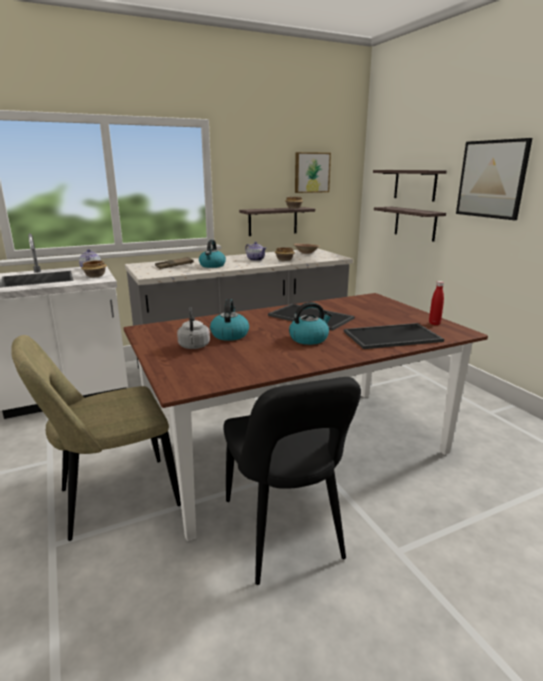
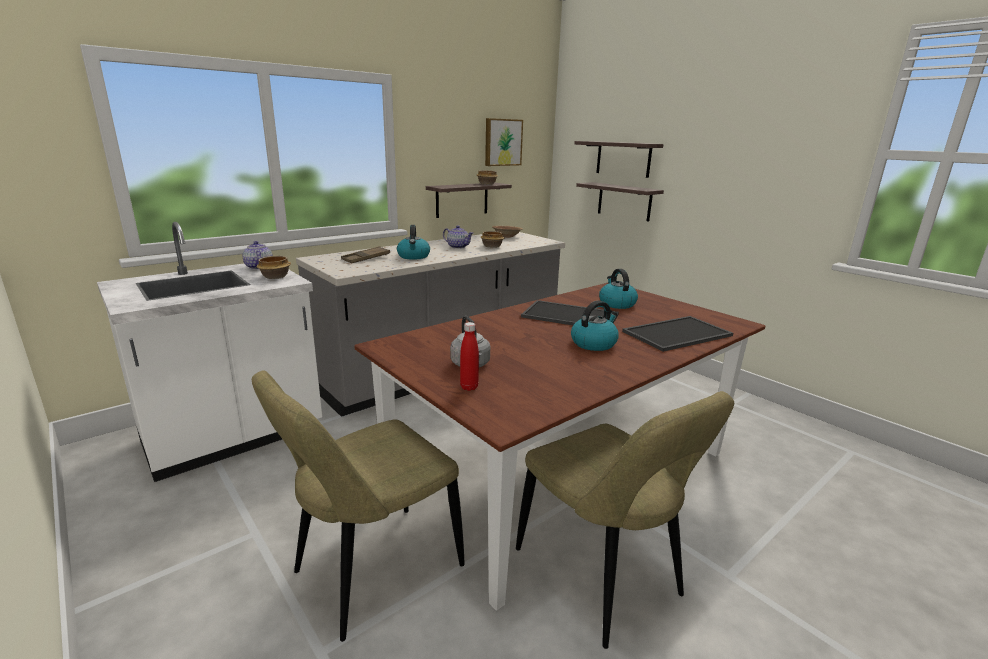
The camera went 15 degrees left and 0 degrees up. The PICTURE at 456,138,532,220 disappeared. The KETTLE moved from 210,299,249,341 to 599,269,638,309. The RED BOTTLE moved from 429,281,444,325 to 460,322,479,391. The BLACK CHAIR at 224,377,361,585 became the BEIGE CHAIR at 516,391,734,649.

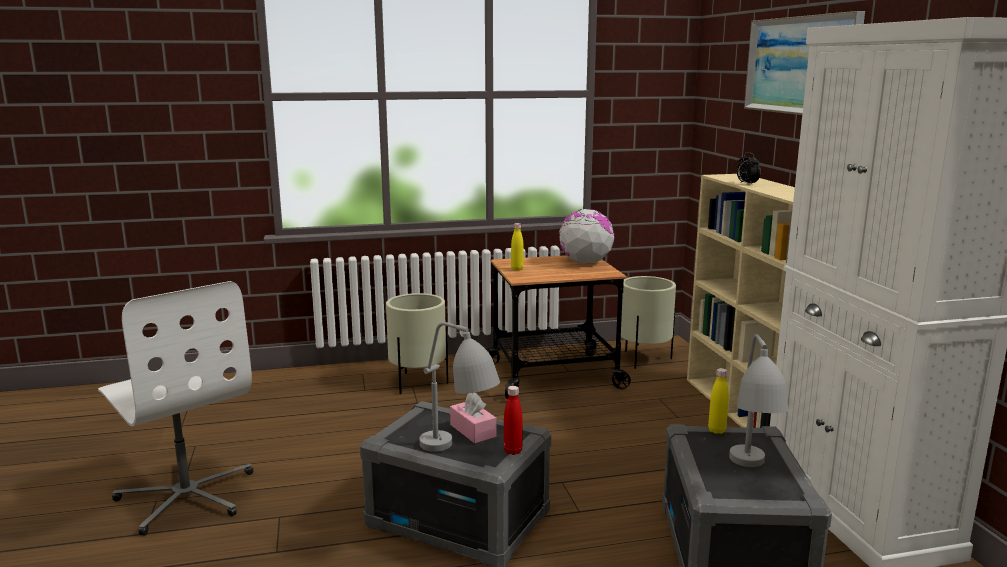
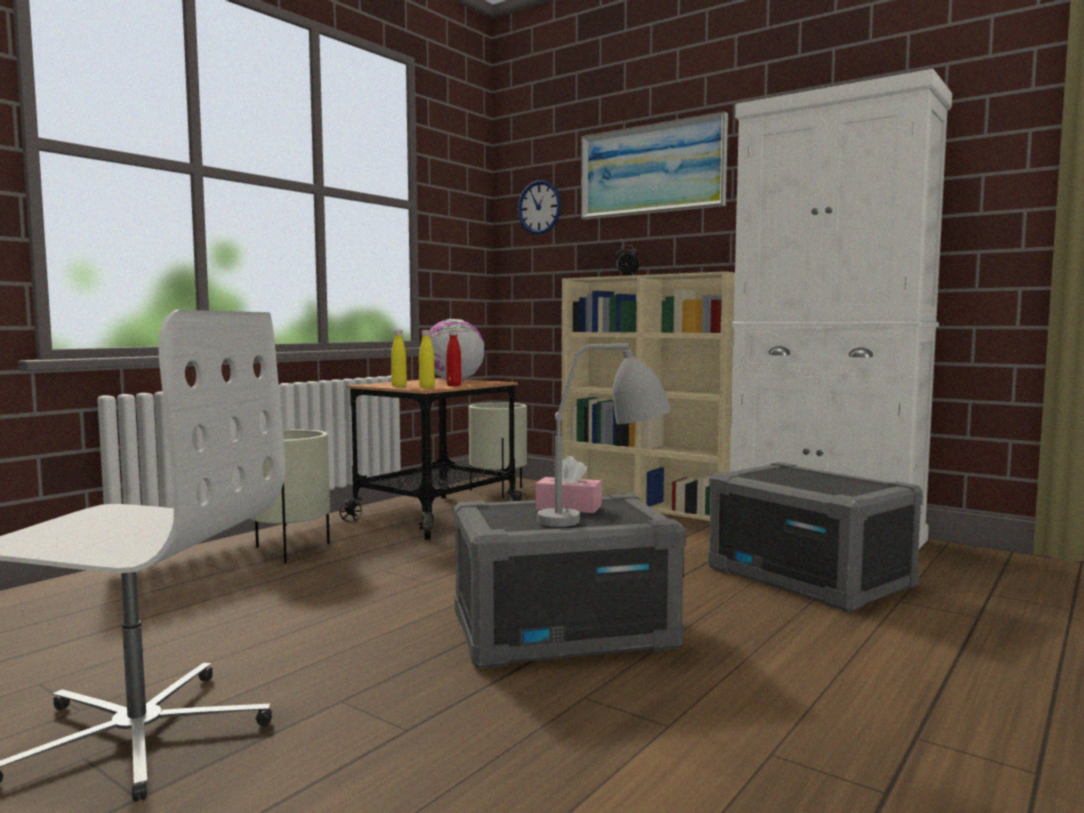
The camera went 40 degrees left and 10 degrees down. The GREY TABLE LAMP at 729,334,788,467 disappeared. The WALL CLOCK at 518,180,561,235 appeared. The RED BOTTLE moved from 504,386,522,455 to 446,330,462,386. The YELLOW BOTTLE moved from 708,368,729,434 to 419,330,435,388.

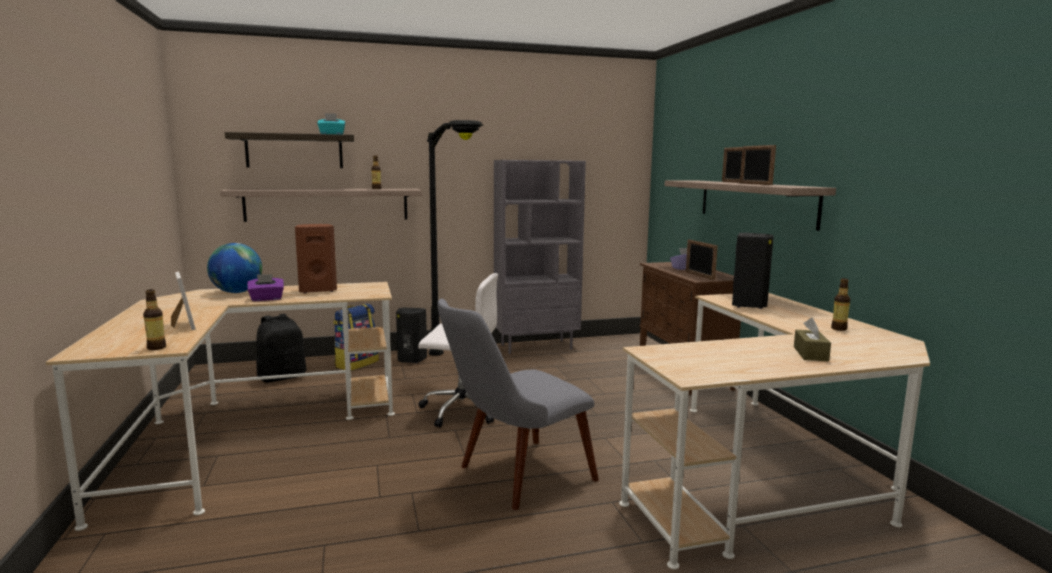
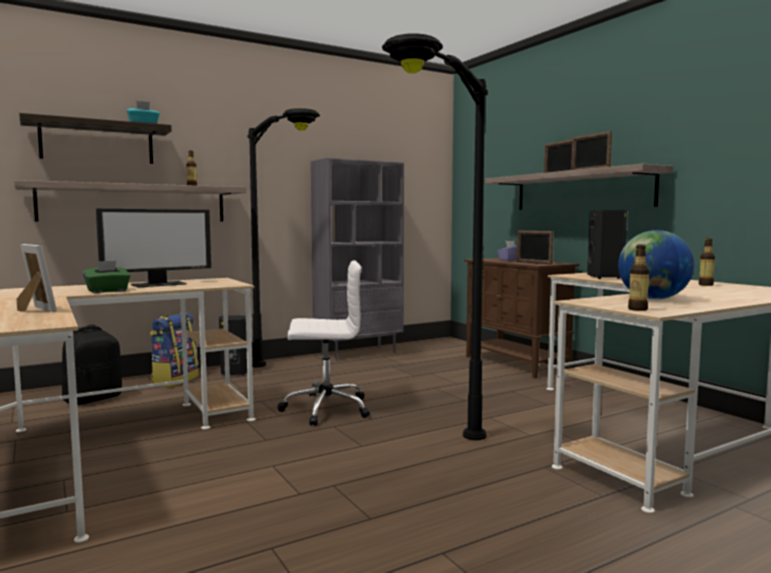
The camera went 15 degrees left and 5 degrees down. The BROWN TISSUE BOX at 794,318,831,362 disappeared. The BOTTLE moved from 143,289,166,350 to 628,244,650,311. The GLOBE moved from 207,243,262,293 to 618,230,694,300. The BROWN SPEAKER at 295,224,337,293 was replaced by the MONITOR at 96,209,211,288. The GREY CHAIR at 437,298,599,510 was replaced by the BLACK FLOOR LAMP at 382,33,488,440. The PURPLE TISSUE BOX at 247,274,284,301 became the GREEN TISSUE BOX at 83,261,130,293.

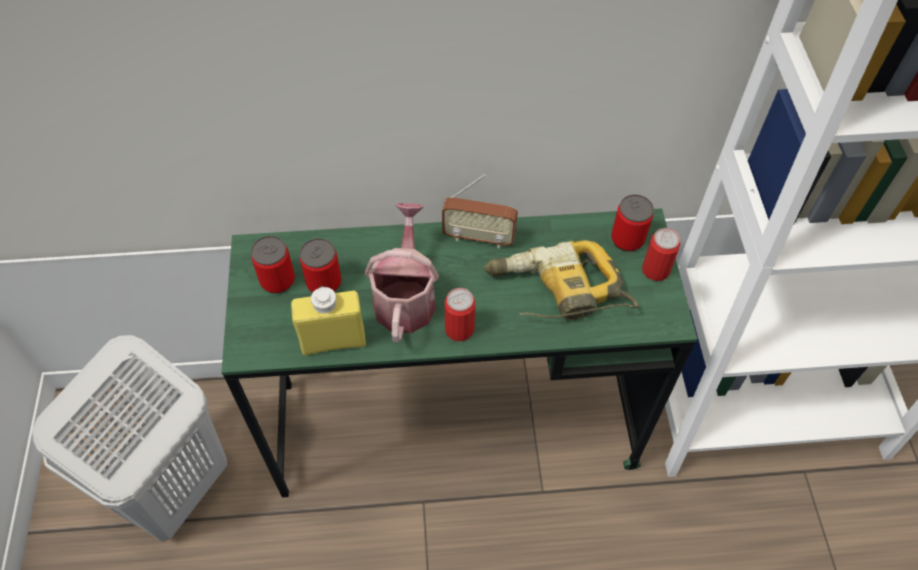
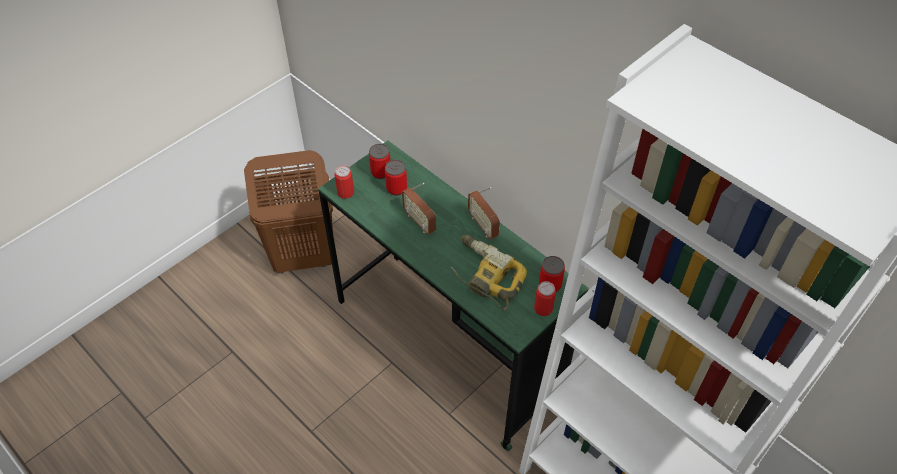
The camera went 50 degrees right and 5 degrees down. The YELLOW BOTTLE at 291,286,366,356 disappeared. The CAN moved from 445,288,475,341 to 334,165,354,199. The WATERING CAN at 365,203,439,342 was replaced by the RADIO at 402,183,436,235. The WHITE LAUNDRY BASKET at 32,335,227,542 became the BROWN LAUNDRY BASKET at 244,150,333,273.

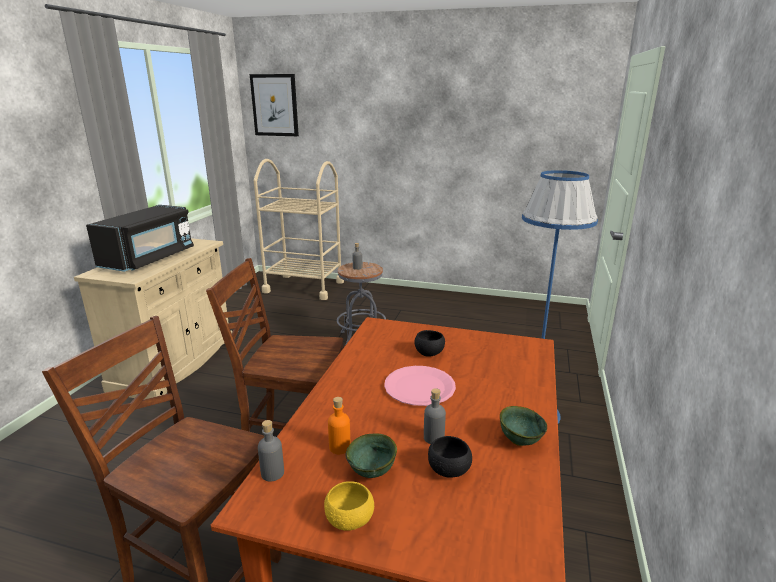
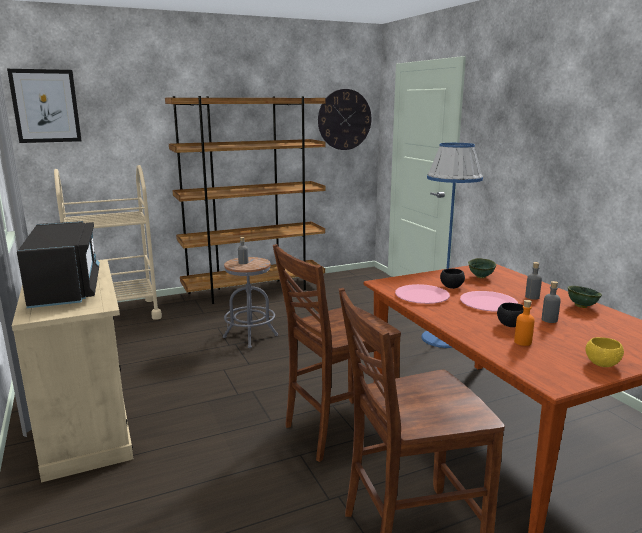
The camera went 40 degrees left and 5 degrees down. The BROWN BOOKCASE at 165,96,326,304 appeared. The WALL CLOCK at 318,89,371,150 appeared. The PINK PLATE at 395,284,450,304 appeared. The GREY BOTTLE moved from 258,420,284,481 to 525,262,542,300. The GREEN BOWL moved from 346,433,397,478 to 468,258,496,278. The BLACK BOWL moved from 428,436,472,478 to 497,303,524,327.

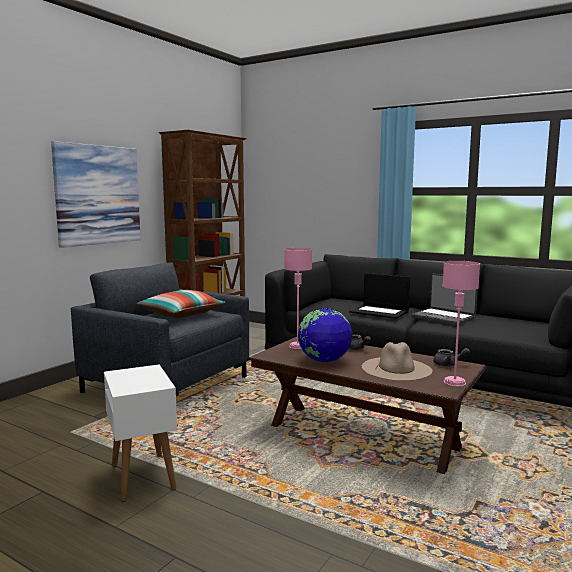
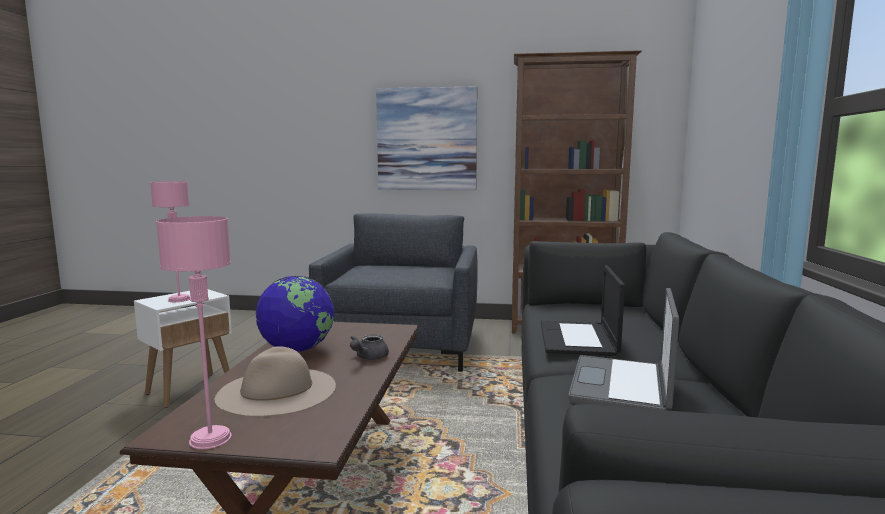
The camera went 65 degrees right and 0 degrees up. The PILLOW at 137,290,226,318 disappeared. The GREY TEAPOT at 433,348,470,366 disappeared. The PINK TABLE LAMP moved from 284,248,312,349 to 150,181,191,302.

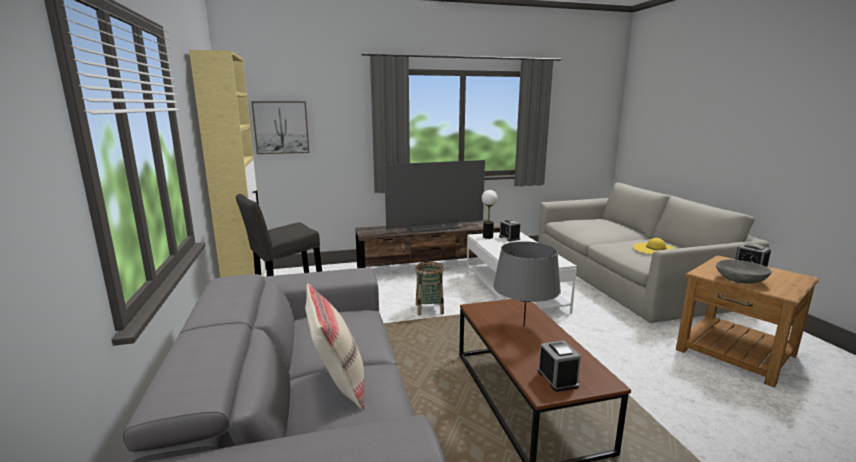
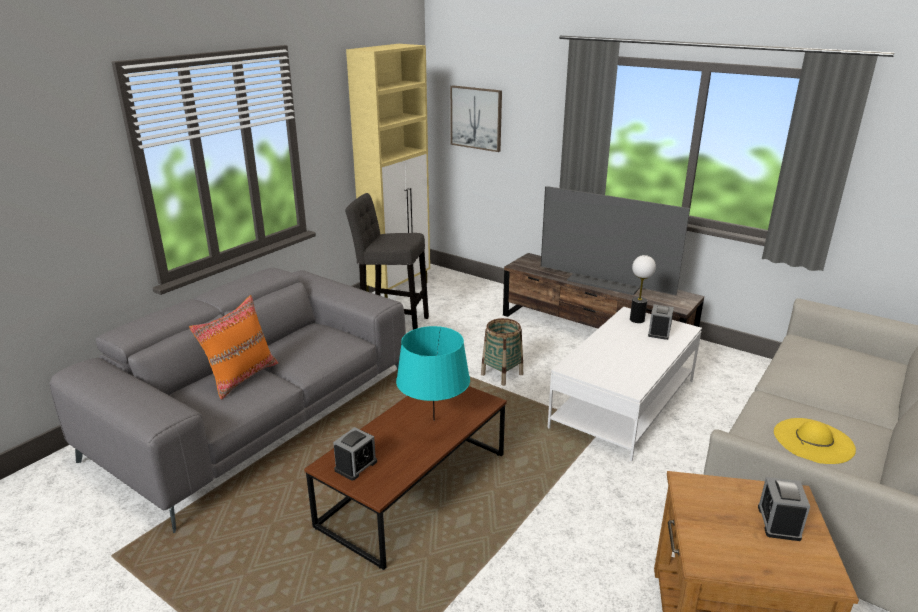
The camera went 50 degrees right and 10 degrees up. The GREY BOWL at 716,259,772,284 disappeared. The BEIGE PILLOW at 305,283,364,410 became the ORANGE PILLOW at 189,295,278,400. The GREY TABLE LAMP at 493,241,561,327 became the TURQUOISE TABLE LAMP at 396,326,470,421.

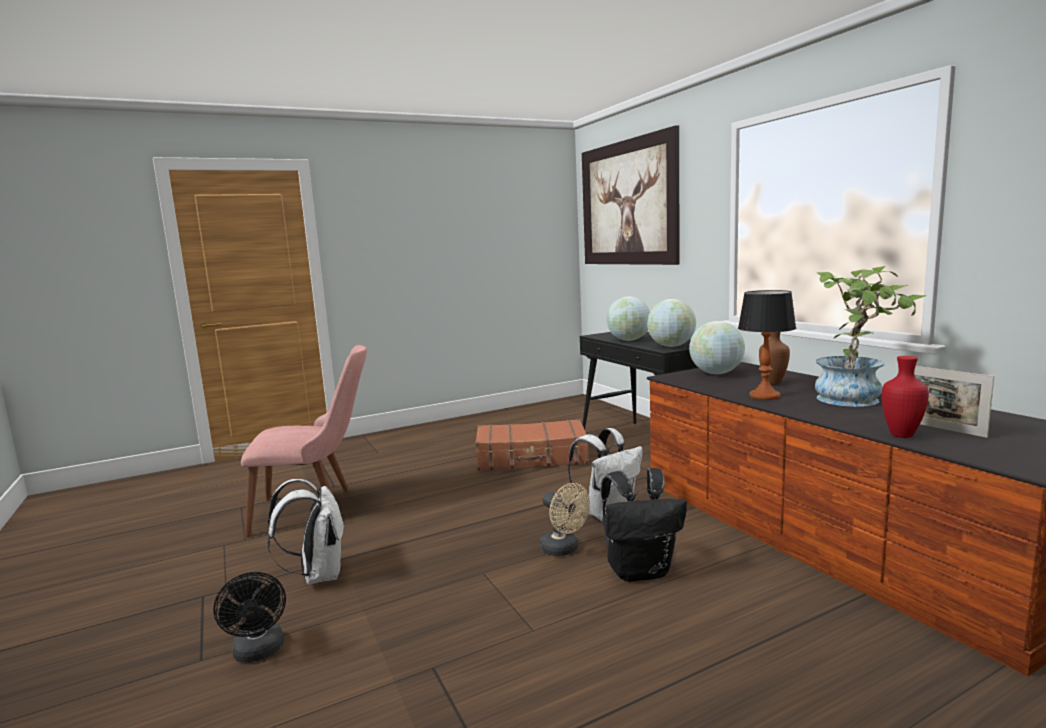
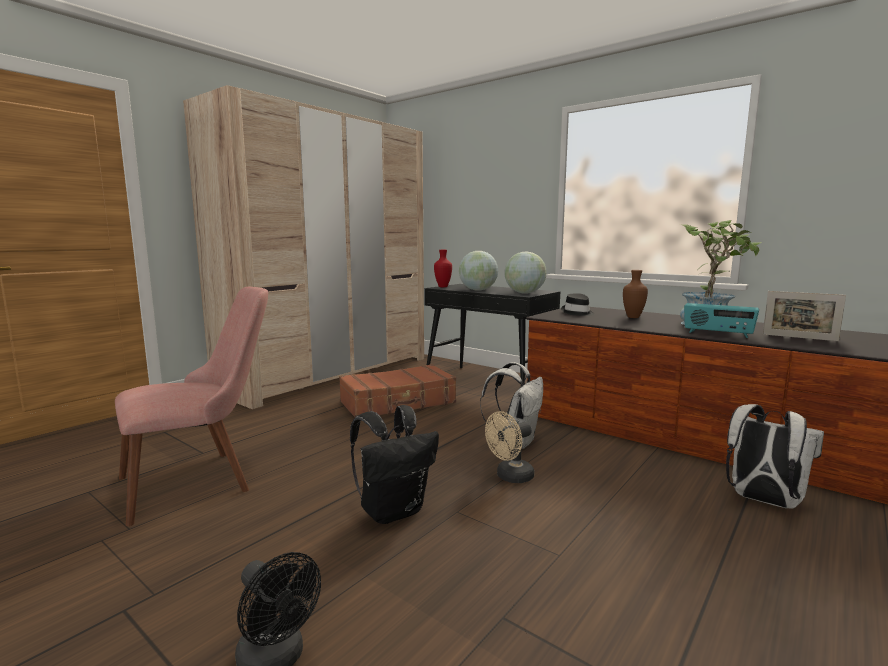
The camera went 25 degrees left and 0 degrees up. The PICTURE at 582,125,679,265 disappeared. The TABLE LAMP at 738,290,796,400 disappeared. The BEIGE WARDROBE at 183,85,424,409 appeared. The RADIO at 684,303,759,338 appeared. The WHITE BACKPACK moved from 267,479,345,585 to 726,404,824,508. The BLACK BACKPACK moved from 601,468,687,582 to 350,405,439,524. The RED VASE moved from 882,356,929,438 to 434,250,452,287. The GLOBE at 689,321,745,374 was replaced by the BLACK HAT at 561,293,594,316. The BEIGE FAN at 540,483,590,556 turned 120 degrees clockwise.

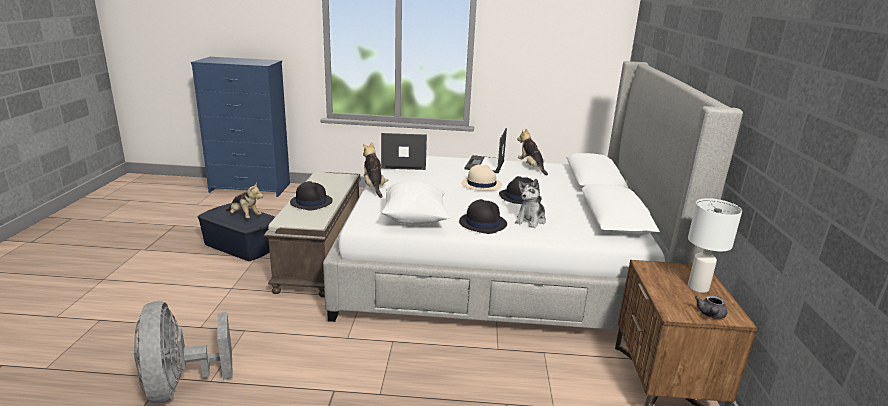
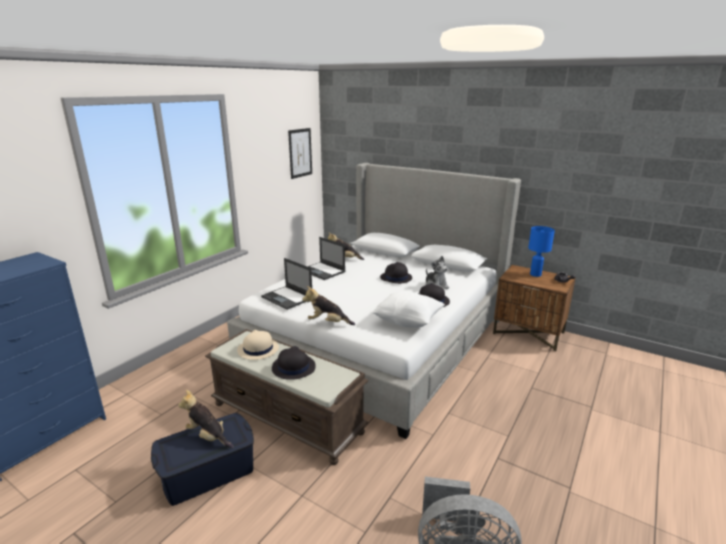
The camera went 60 degrees left and 0 degrees up. The PICTURE at 288,128,312,179 appeared. The BEIGE HAT moved from 462,164,502,191 to 237,330,279,360. The WHITE TABLE LAMP at 688,198,742,293 became the BLUE TABLE LAMP at 528,226,555,277. The PLUSH TOY at 225,182,263,218 turned 120 degrees counterclockwise. The LAPTOP at 381,133,427,170 turned 75 degrees counterclockwise.

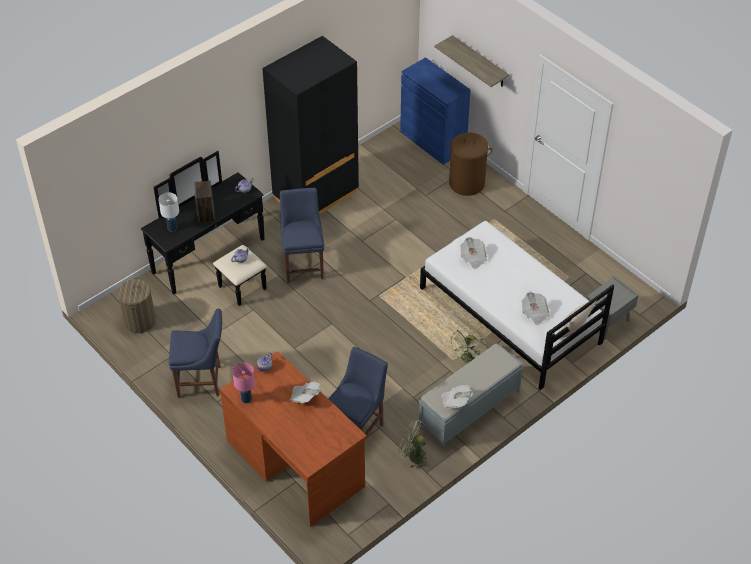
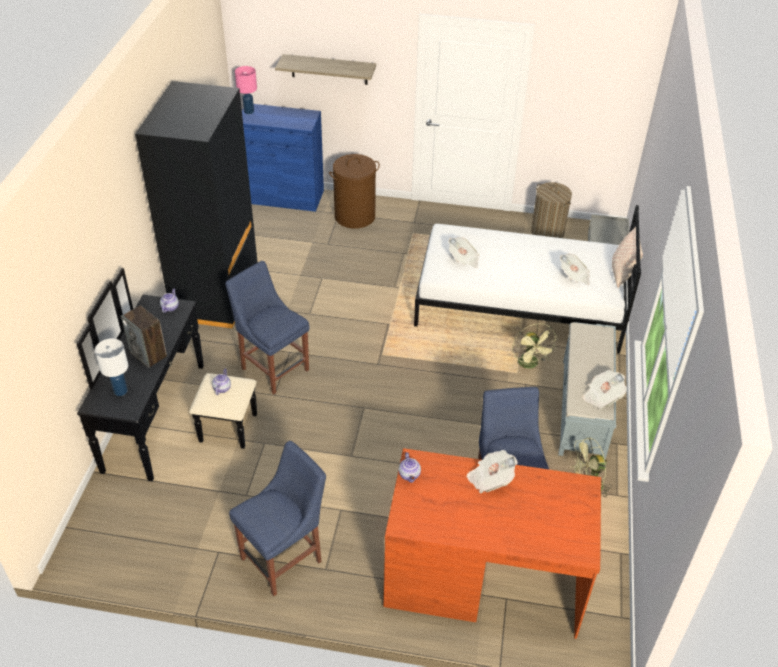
The camera went 40 degrees left and 5 degrees down. The LAUNDRY BASKET moved from 118,277,156,333 to 531,182,572,238. The PINK TABLE LAMP moved from 232,363,255,404 to 235,66,257,114.

